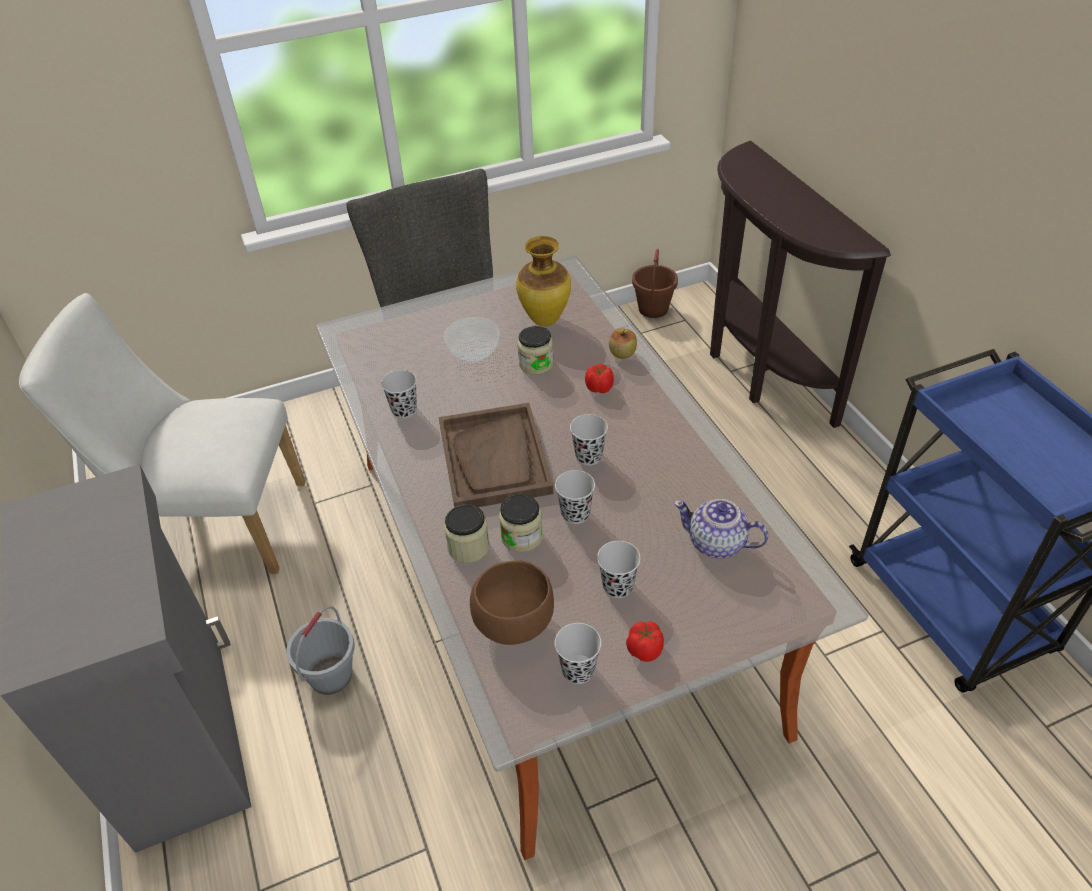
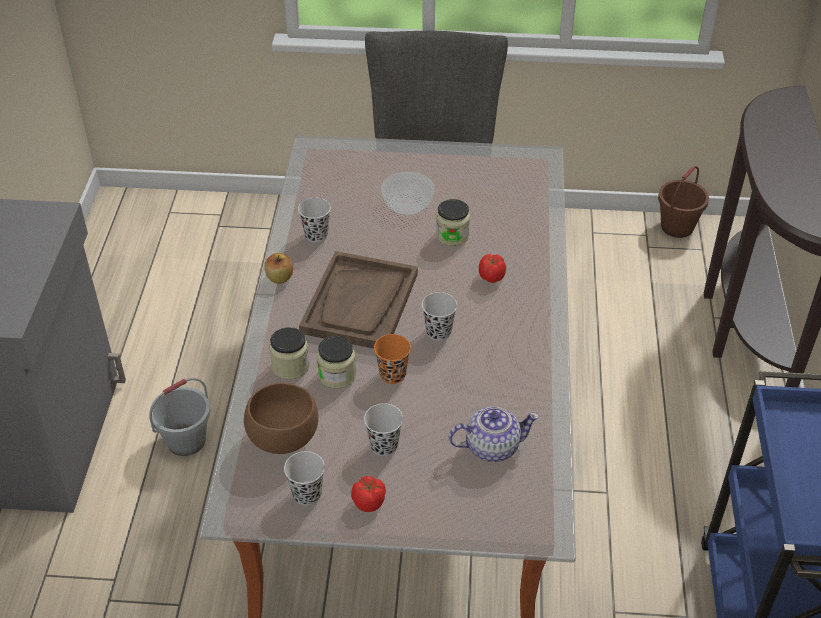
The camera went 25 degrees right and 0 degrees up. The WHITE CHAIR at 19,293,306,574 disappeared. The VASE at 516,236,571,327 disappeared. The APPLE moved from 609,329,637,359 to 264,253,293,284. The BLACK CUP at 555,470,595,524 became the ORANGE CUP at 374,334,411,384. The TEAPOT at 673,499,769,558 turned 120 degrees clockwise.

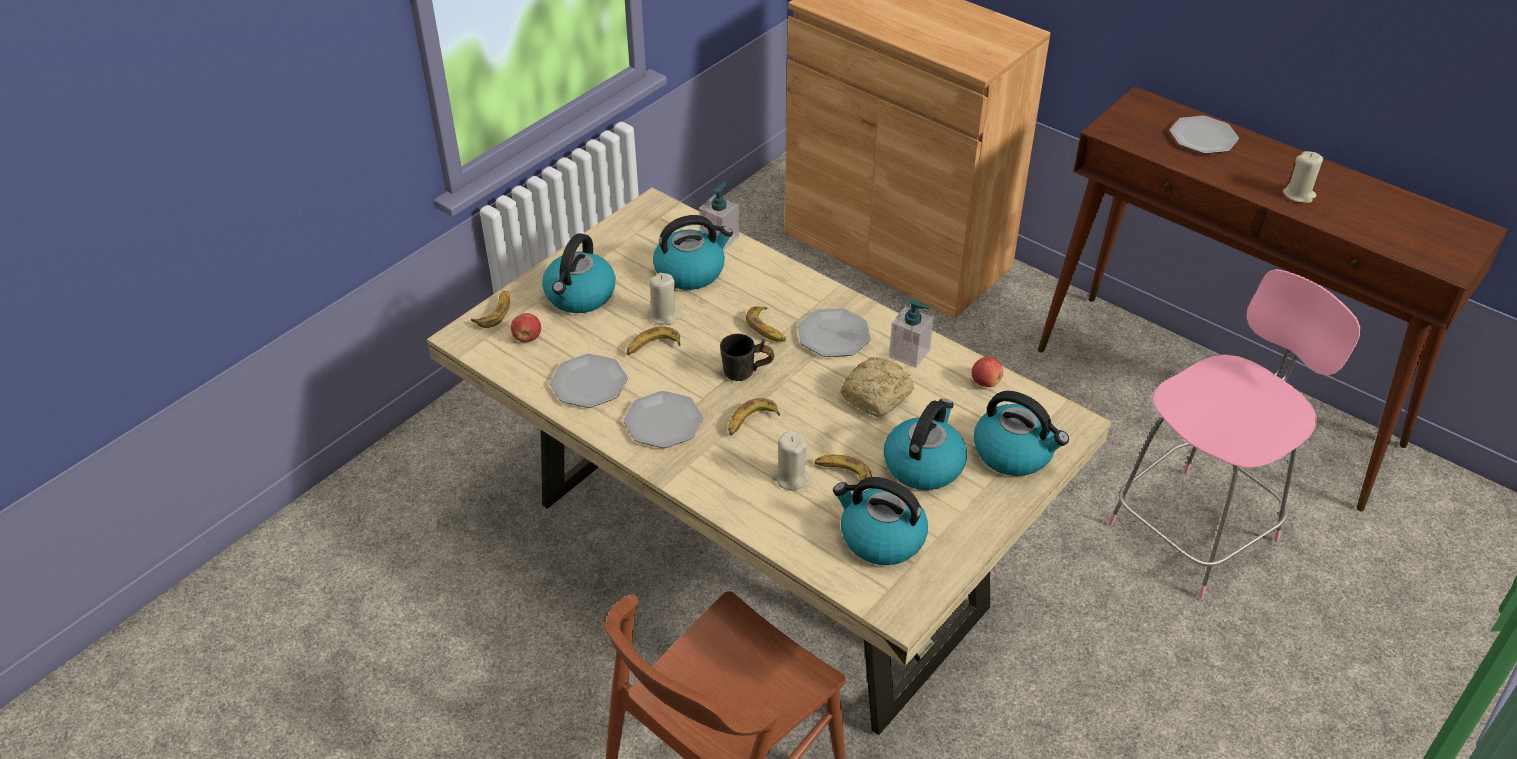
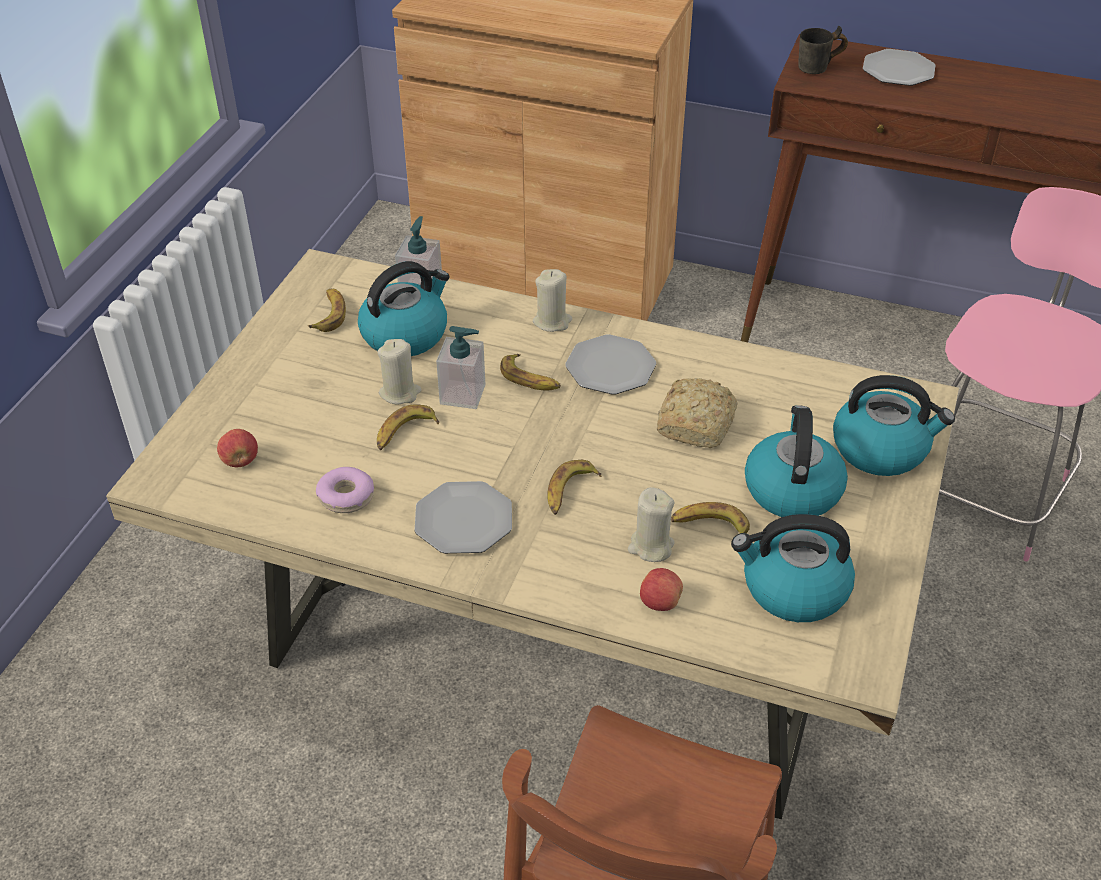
The camera went 20 degrees left and 0 degrees up. The KETTLE at 542,233,616,313 disappeared. The BANANA moved from 471,291,510,328 to 308,289,346,332. The GREY MUG moved from 720,334,774,381 to 798,26,848,74. The SOAP DISPENSER moved from 889,298,934,368 to 436,326,486,409. The APPLE moved from 972,357,1003,387 to 640,568,683,611. The BEIGE CANDLE moved from 1283,151,1323,203 to 533,269,572,332. The PLATE at 550,354,628,408 was replaced by the DONUT at 316,467,374,513.

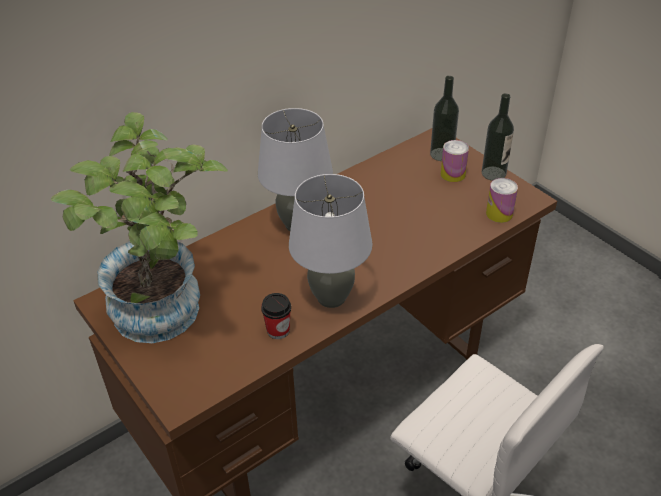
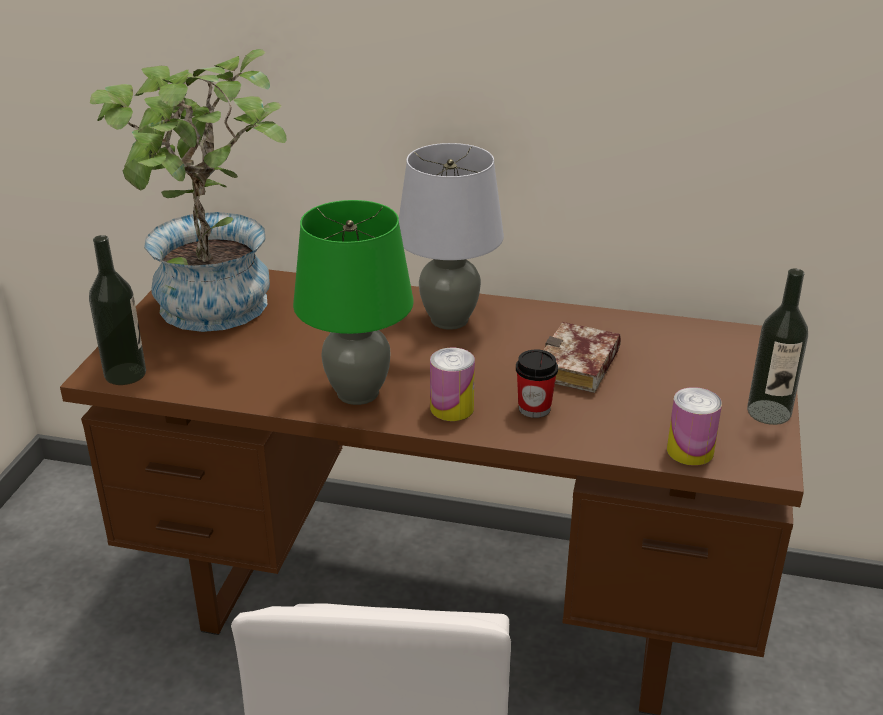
The camera went 50 degrees right and 10 degrees down. The BOOK at 544,322,621,393 appeared. The CUP moved from 261,293,291,339 to 516,350,558,418. The BOTTLE moved from 430,76,459,161 to 89,235,146,385. The CAN moved from 441,140,469,182 to 430,347,475,421. The GREY TABLE LAMP at 289,174,372,308 became the GREEN TABLE LAMP at 293,200,414,405.

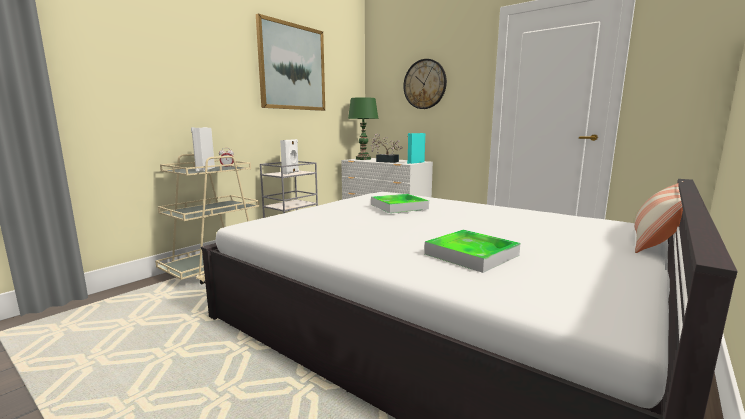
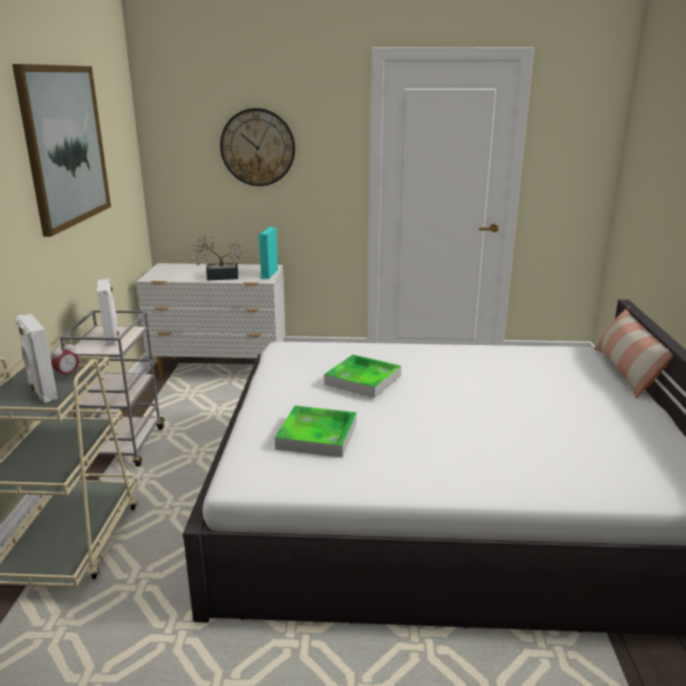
The camera went 35 degrees left and 10 degrees up. The GREEN TABLE LAMP at 348,97,379,160 disappeared. The TRAY moved from 424,230,520,273 to 275,406,357,458.

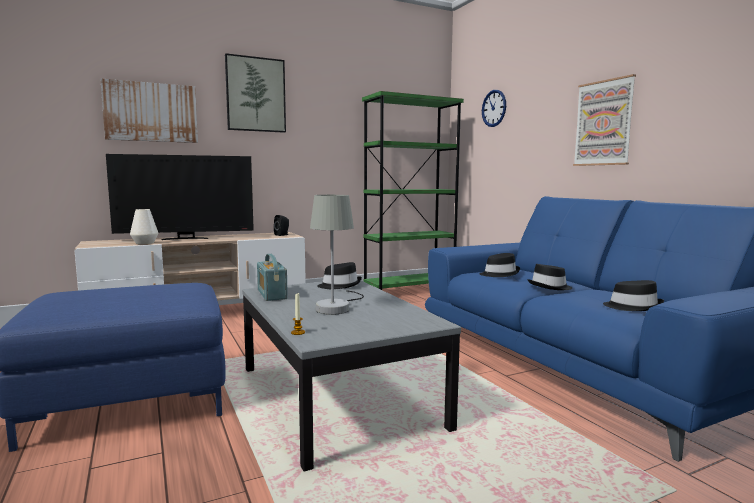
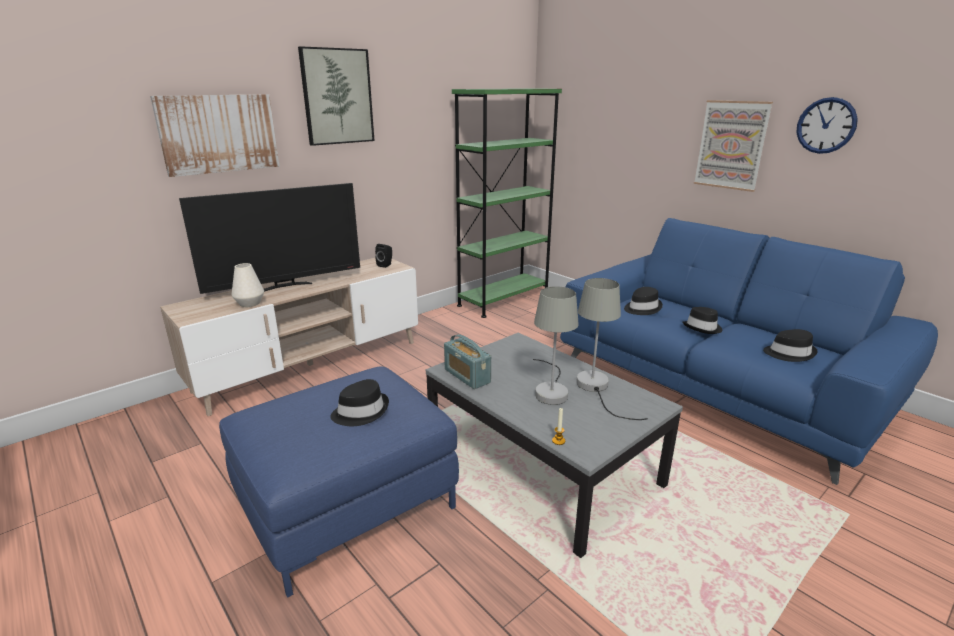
The camera went 15 degrees left and 15 degrees up. The GREY TABLE LAMP at 576,278,648,420 appeared. The BLACK HAT moved from 317,262,362,289 to 330,379,389,426. The WALL CLOCK moved from 482,90,506,127 to 796,97,858,154.

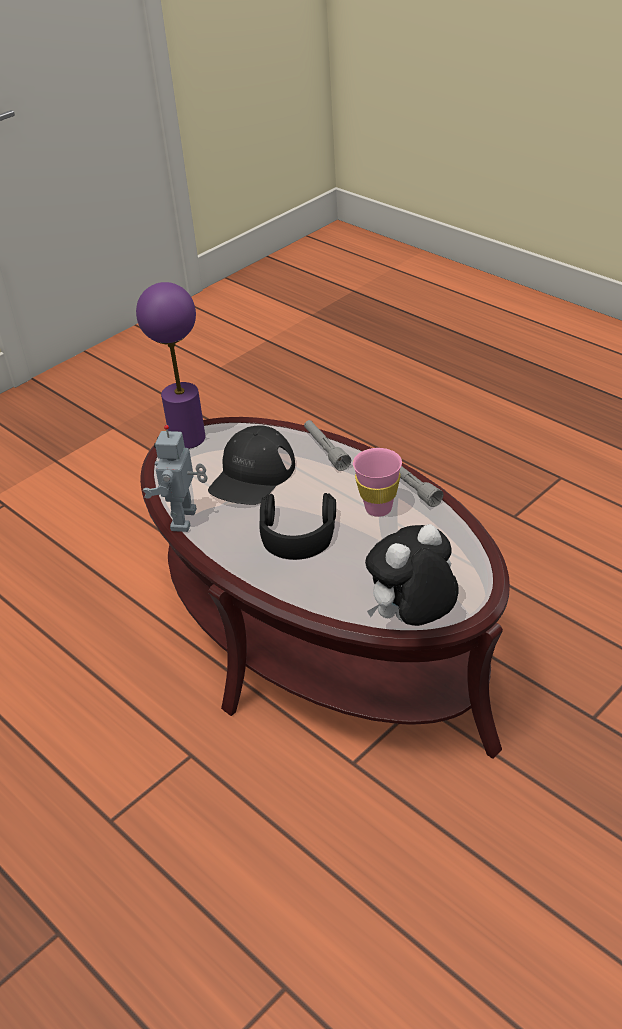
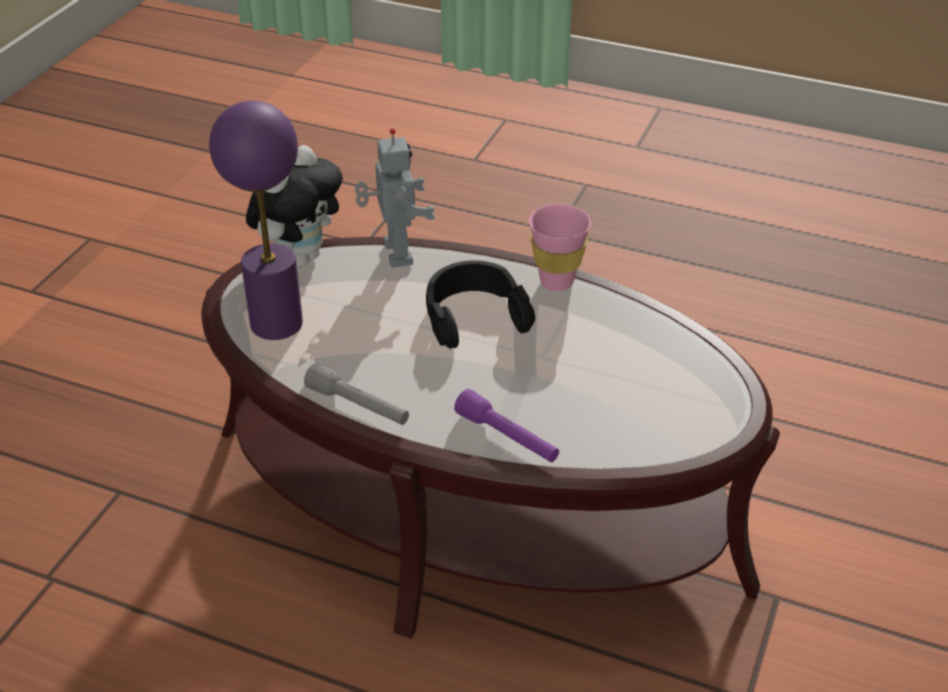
The camera went 155 degrees right and 0 degrees up. The BLACK CAP at 208,425,295,505 disappeared. The PURPLE TABLE LAMP moved from 136,282,205,449 to 209,101,303,340. The TOY ROBOT moved from 143,425,208,532 to 355,128,435,268. The PINK CUP moved from 353,448,402,517 to 529,204,591,291. The GREY FLASHLIGHT at 304,420,351,471 became the PURPLE FLASHLIGHT at 454,389,559,462.

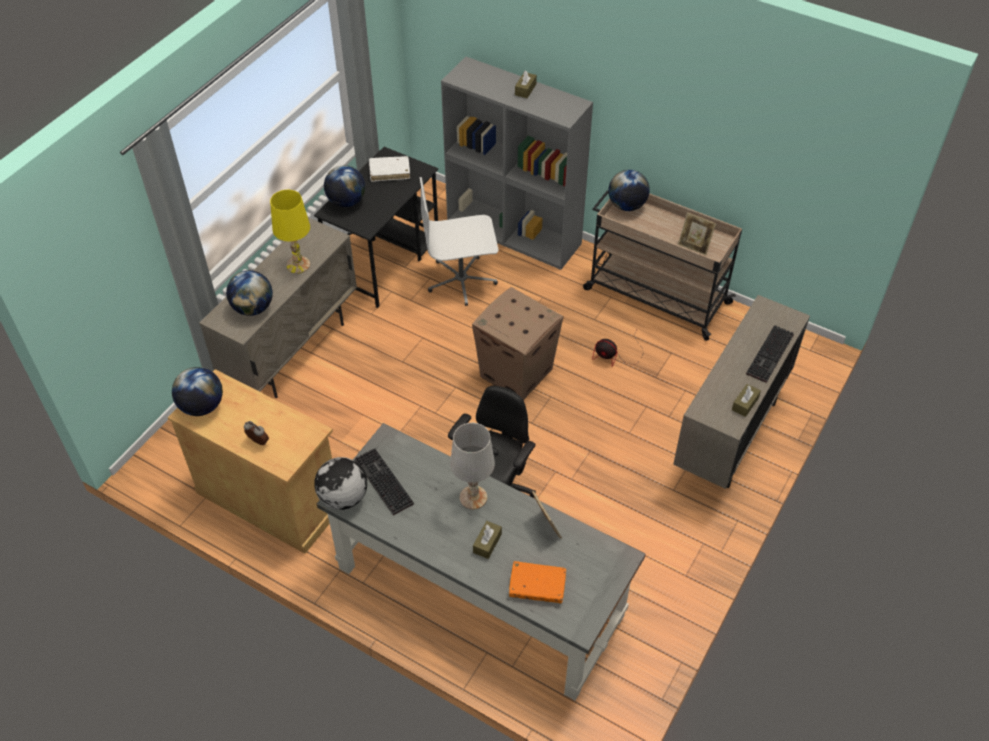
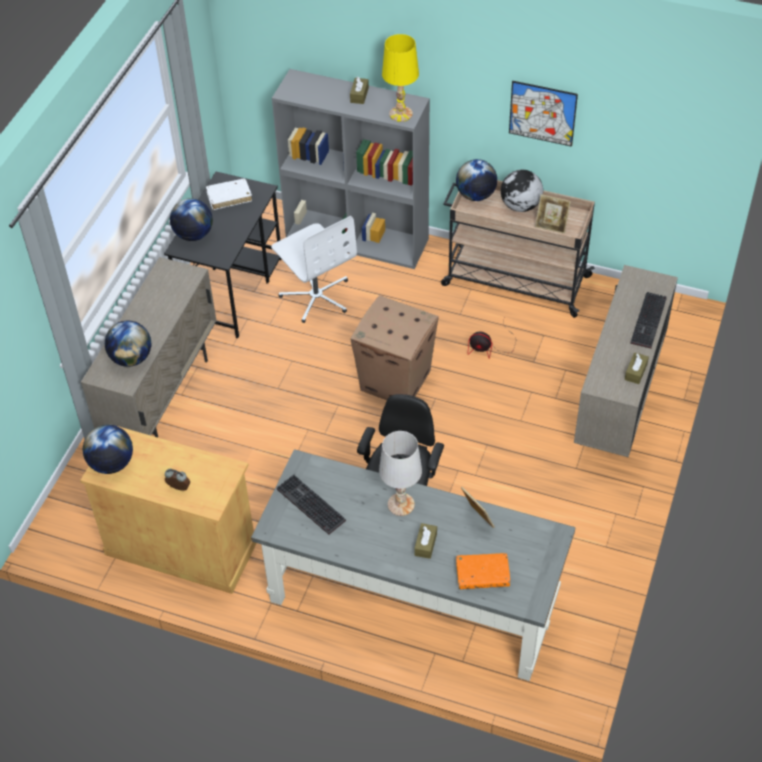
The camera went 10 degrees left and 0 degrees up. The PICTURE at 509,81,578,147 appeared. The YELLOW TABLE LAMP moved from 270,190,310,274 to 382,34,419,122. The GLOBE moved from 314,457,367,510 to 501,170,543,212. The WHITE OFFICE CHAIR at 420,177,498,306 turned 105 degrees counterclockwise.

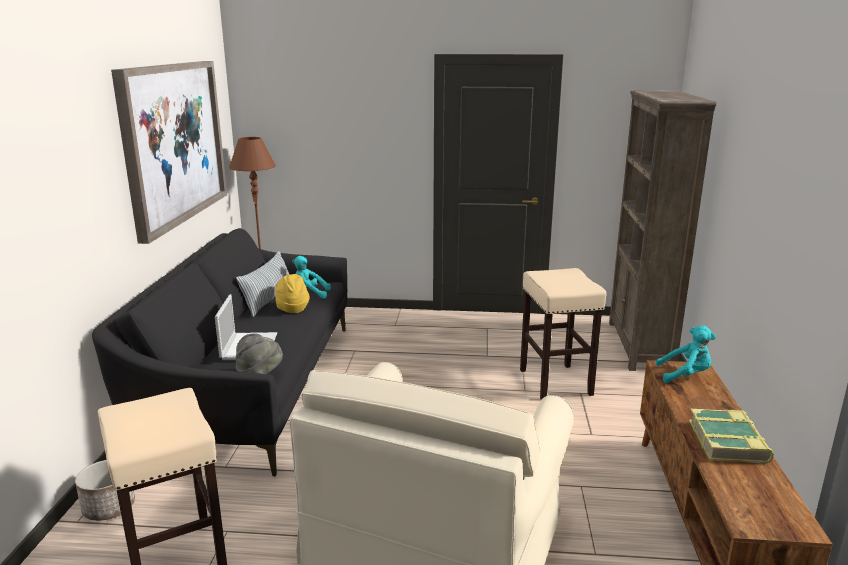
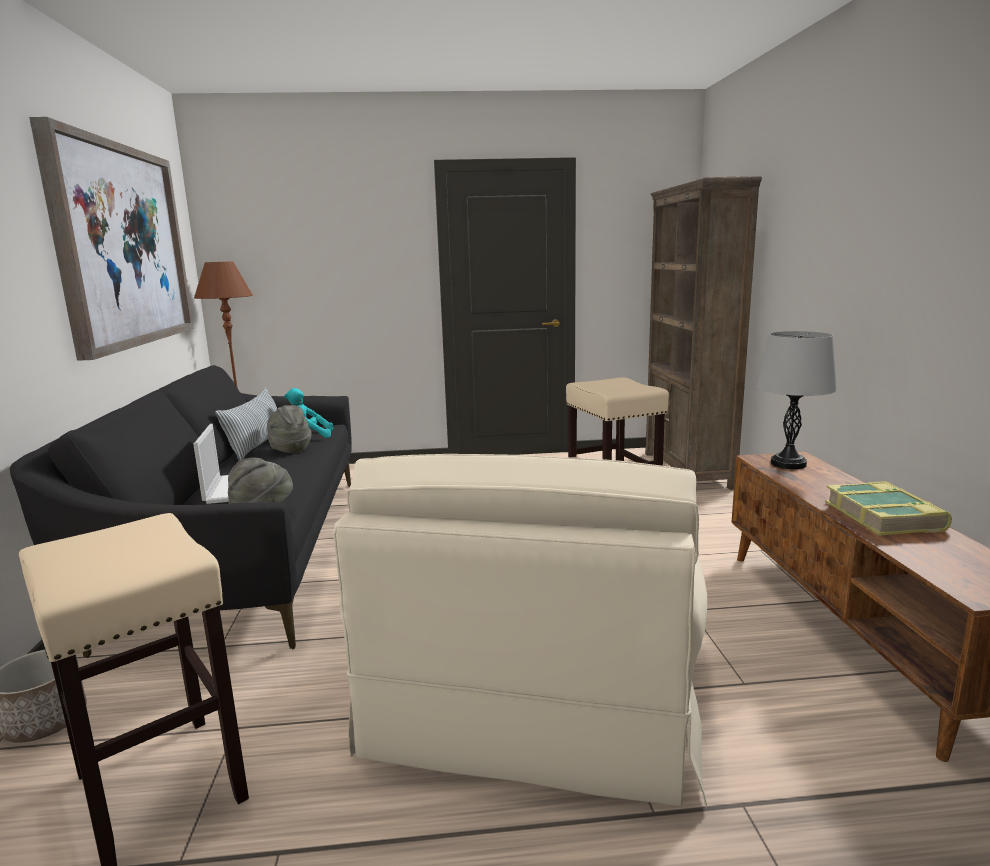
The camera went 10 degrees left and 5 degrees down. The TURQUOISE PLUSH TOY at 656,326,716,383 was replaced by the GREY TABLE LAMP at 756,331,837,469. The YELLOW HAT at 275,274,310,313 became the GREY HAT at 267,405,311,453.

